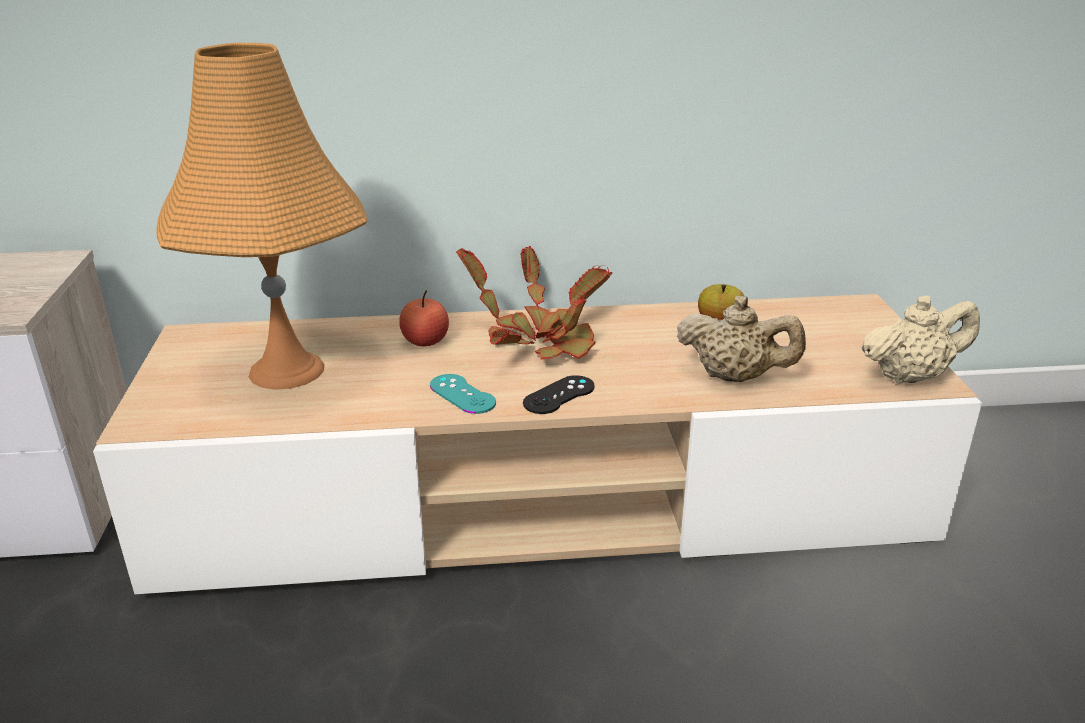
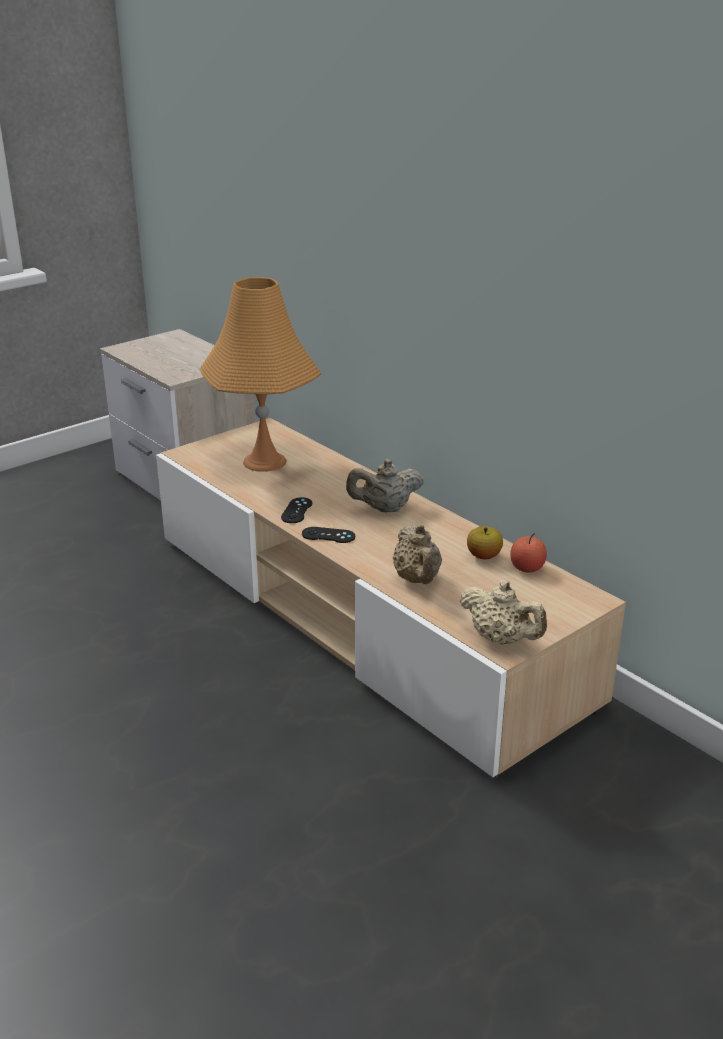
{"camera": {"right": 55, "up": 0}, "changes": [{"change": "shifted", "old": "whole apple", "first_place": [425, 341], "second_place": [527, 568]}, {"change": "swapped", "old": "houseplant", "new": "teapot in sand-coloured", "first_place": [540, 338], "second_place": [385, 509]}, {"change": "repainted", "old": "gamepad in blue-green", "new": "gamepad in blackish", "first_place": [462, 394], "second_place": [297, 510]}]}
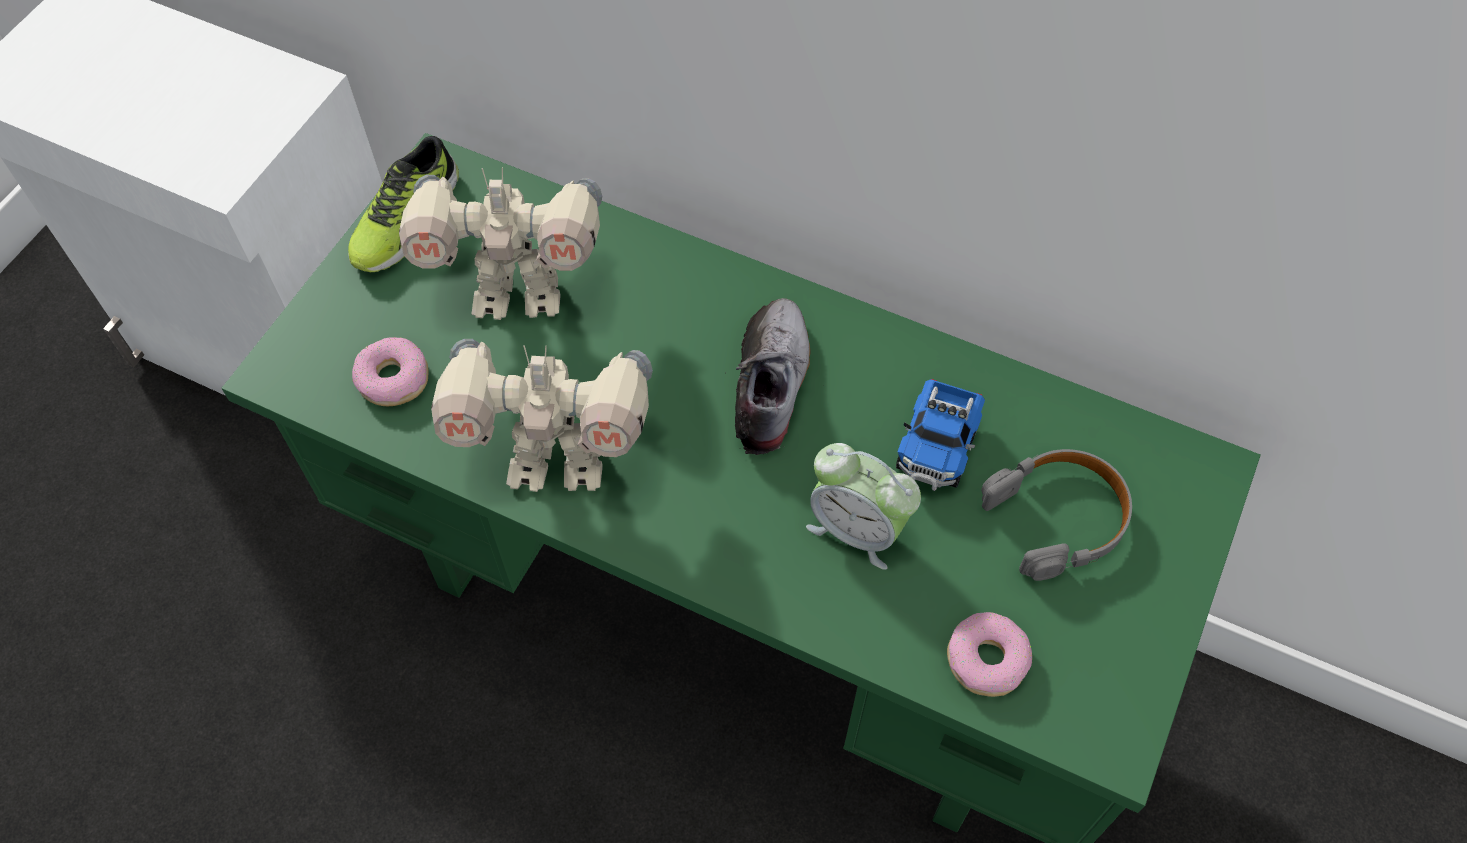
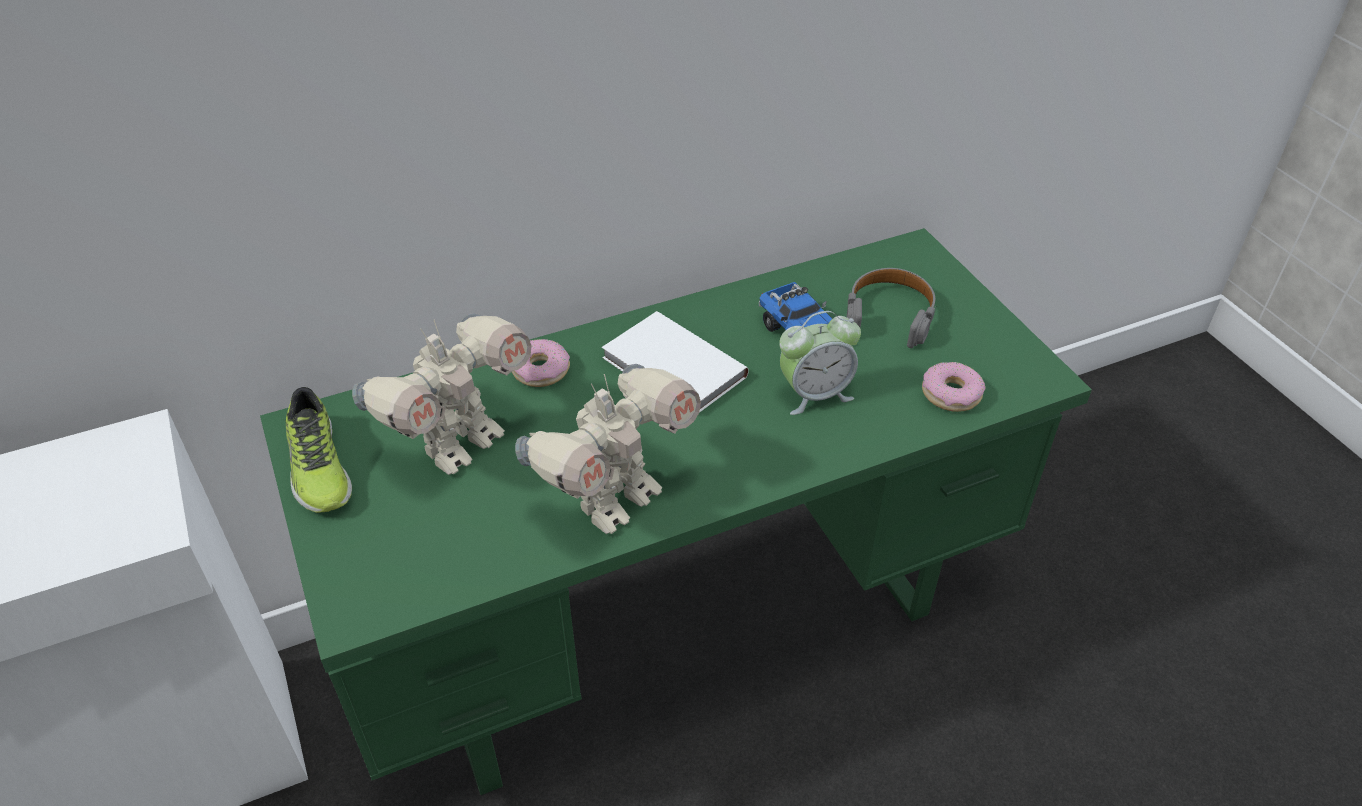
{"camera": {"right": -50, "up": -15}, "changes": [{"change": "shifted", "old": "donut", "first_place": [393, 379], "second_place": [541, 370]}, {"change": "swapped", "old": "low shoe", "new": "volume in whitish", "first_place": [771, 382], "second_place": [673, 369]}]}
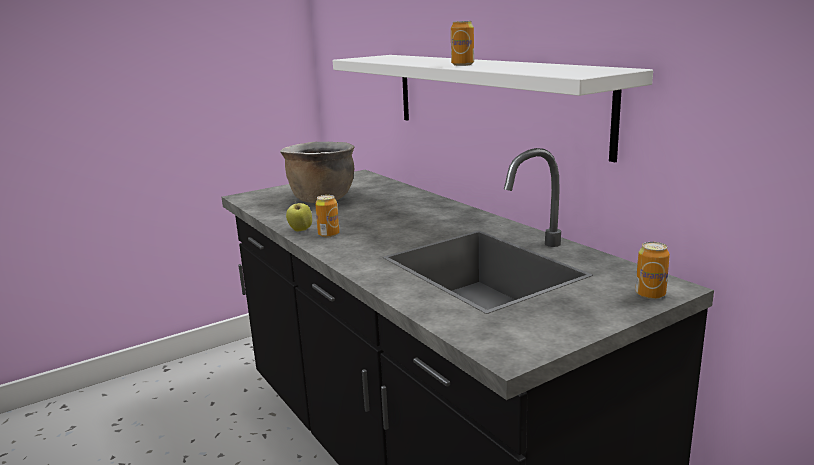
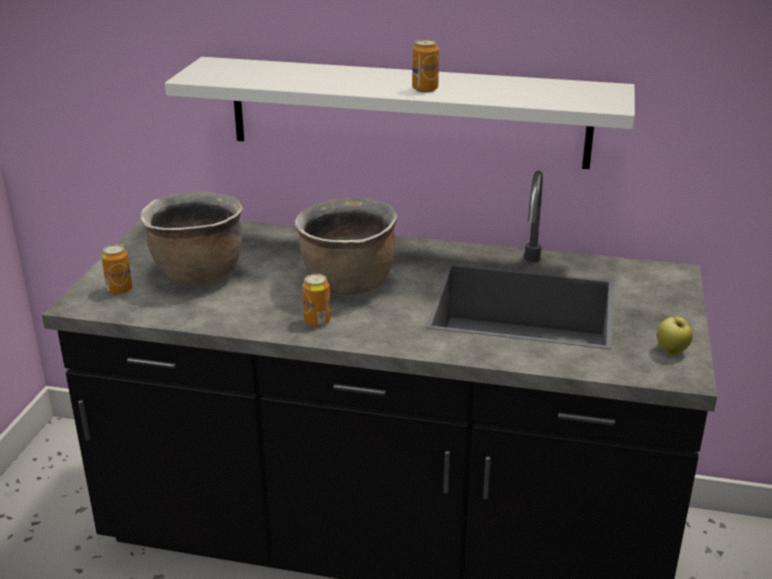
{"camera": {"right": -45, "up": 10}, "changes": [{"change": "new", "new": "cooking pot in brown-coloured", "second_place": [348, 284]}, {"change": "shifted", "old": "whole apple", "first_place": [300, 230], "second_place": [671, 351]}, {"change": "shifted", "old": "can", "first_place": [650, 294], "second_place": [119, 290]}]}
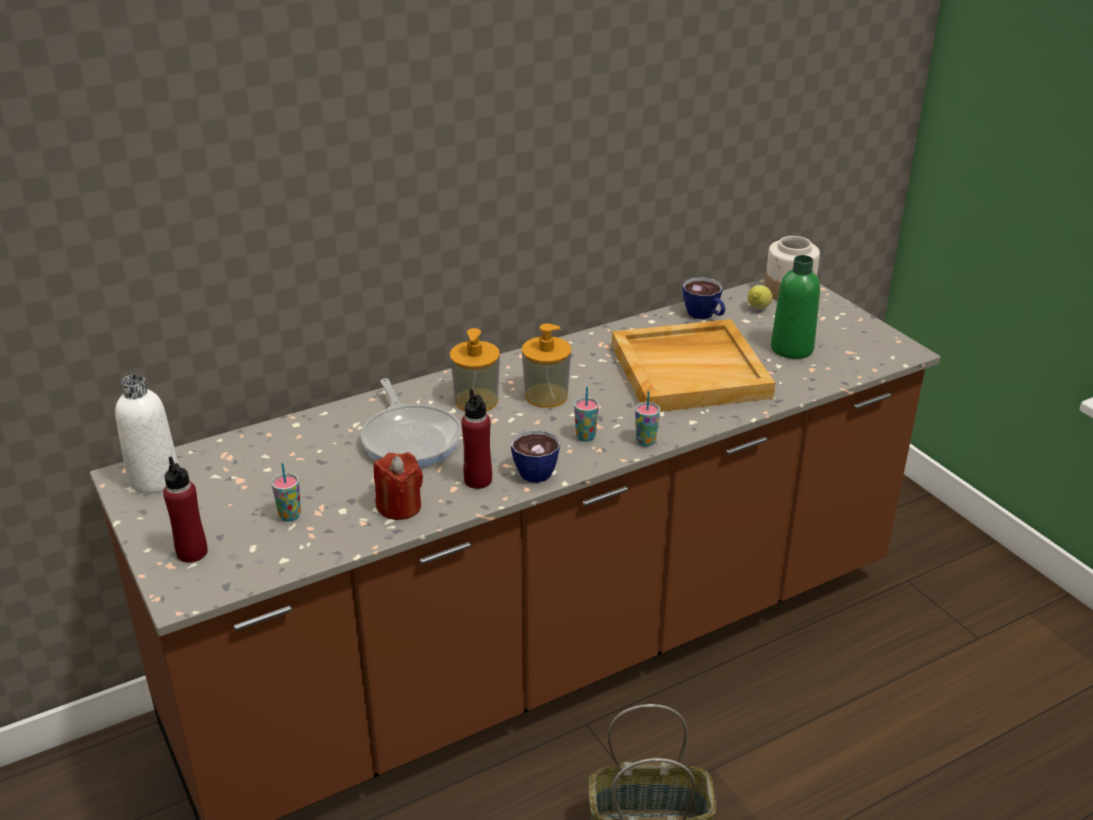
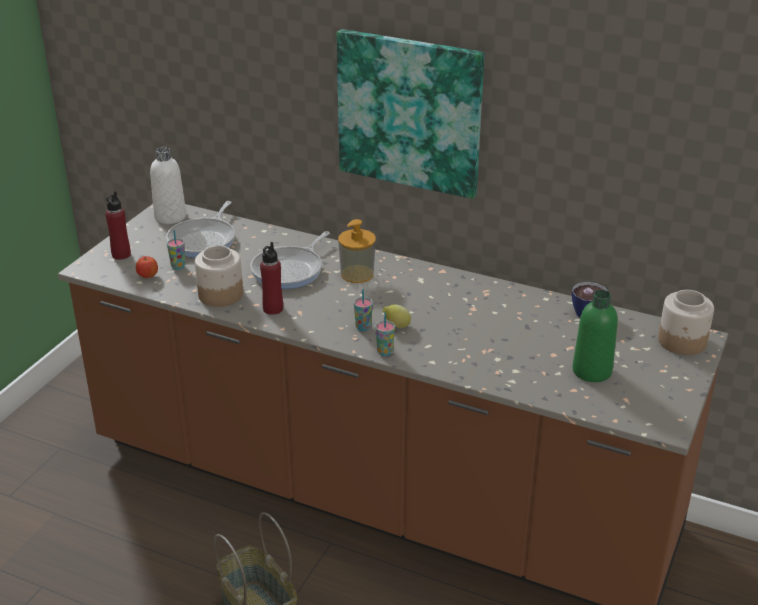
{"camera": {"right": 55, "up": 0}, "changes": [{"change": "gone", "old": "small cup", "first_place": [536, 469]}, {"change": "gone", "old": "liquid soap bottle", "first_place": [546, 395]}, {"change": "gone", "old": "serving tray in sand-coloured", "first_place": [690, 371]}, {"change": "new", "new": "whole apple", "second_place": [148, 276]}, {"change": "new", "new": "skillet", "second_place": [204, 240]}, {"change": "new", "new": "wall picture", "second_place": [410, 112]}, {"change": "shifted", "old": "whole lemon", "first_place": [758, 309], "second_place": [396, 326]}, {"change": "swapped", "old": "wax candle in red-coloured", "new": "jar", "first_place": [399, 507], "second_place": [220, 295]}]}
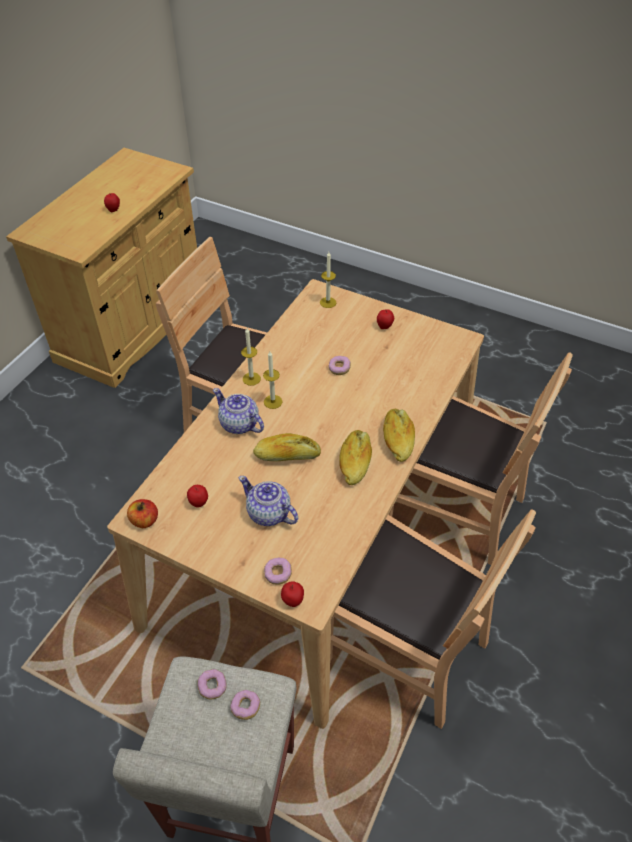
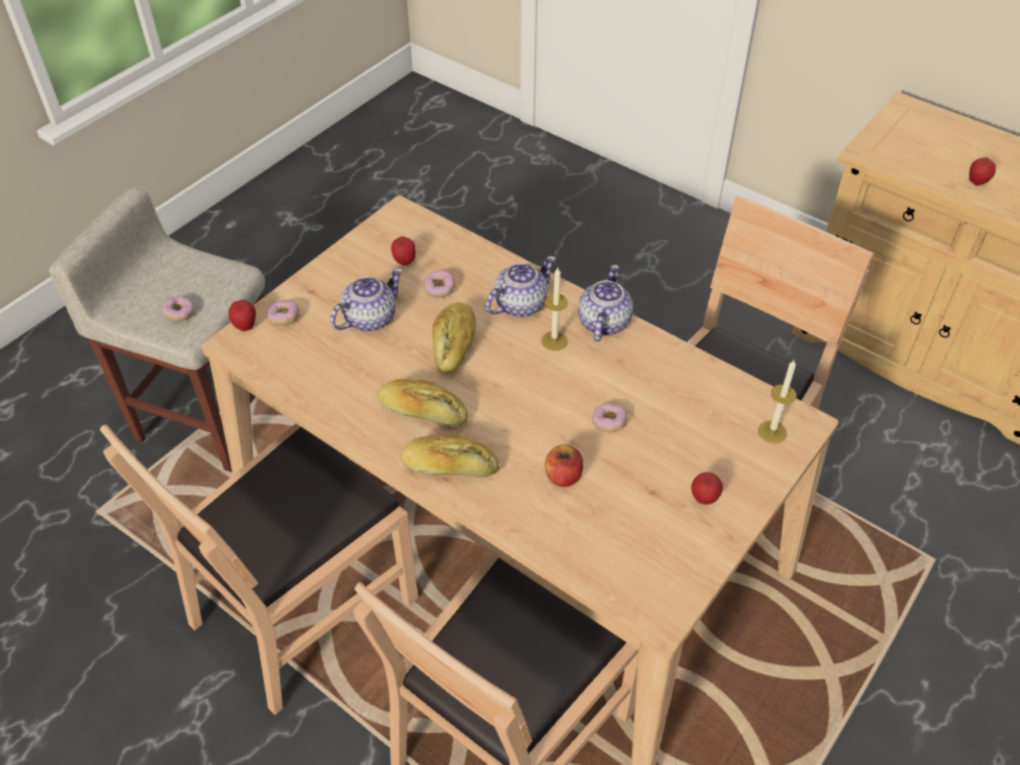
{"camera": {"right": 100, "up": 0}, "changes": [{"change": "shifted", "old": "whole apple", "first_place": [144, 521], "second_place": [563, 476]}, {"change": "shifted", "old": "donut", "first_place": [212, 687], "second_place": [439, 289]}, {"change": "swapped", "old": "wax candle", "new": "teapot", "first_place": [251, 379], "second_place": [603, 323]}]}
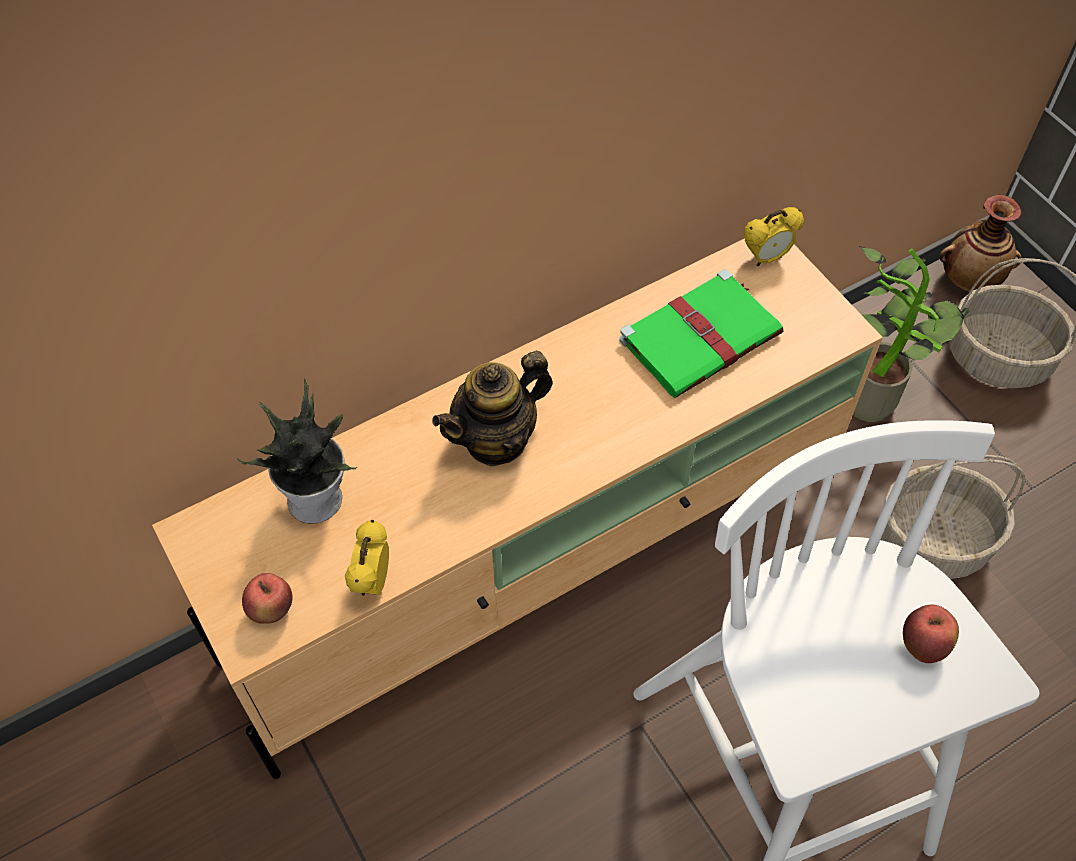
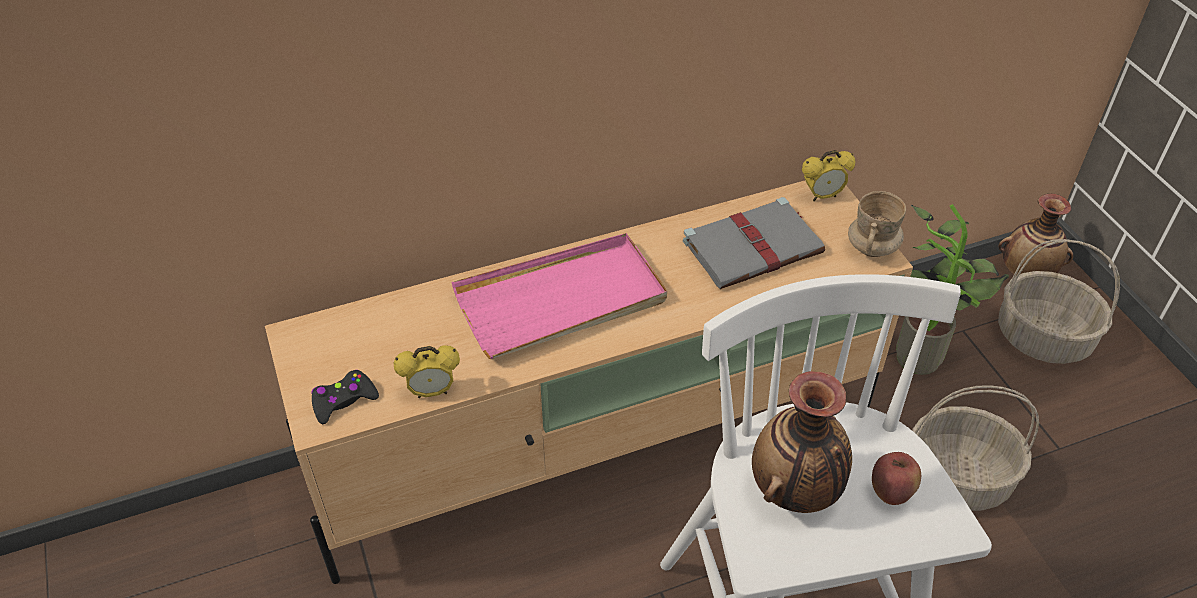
{"camera": {"right": 10, "up": -10}, "changes": [{"change": "gone", "old": "houseplant", "first_place": [317, 499]}, {"change": "new", "new": "vase", "second_place": [796, 490]}, {"change": "new", "new": "mug in sand-coloured", "second_place": [872, 248]}, {"change": "swapped", "old": "whole apple", "new": "gamepad in blackish", "first_place": [271, 610], "second_place": [343, 401]}, {"change": "swapped", "old": "teapot", "new": "serving tray in pinkish", "first_place": [496, 439], "second_place": [561, 301]}, {"change": "repainted", "old": "volume in green", "new": "volume in grey", "first_place": [702, 336], "second_place": [754, 246]}, {"change": "rotated", "old": "alarm clock", "first_place": [372, 581], "second_place": [432, 391], "degrees": -120}]}
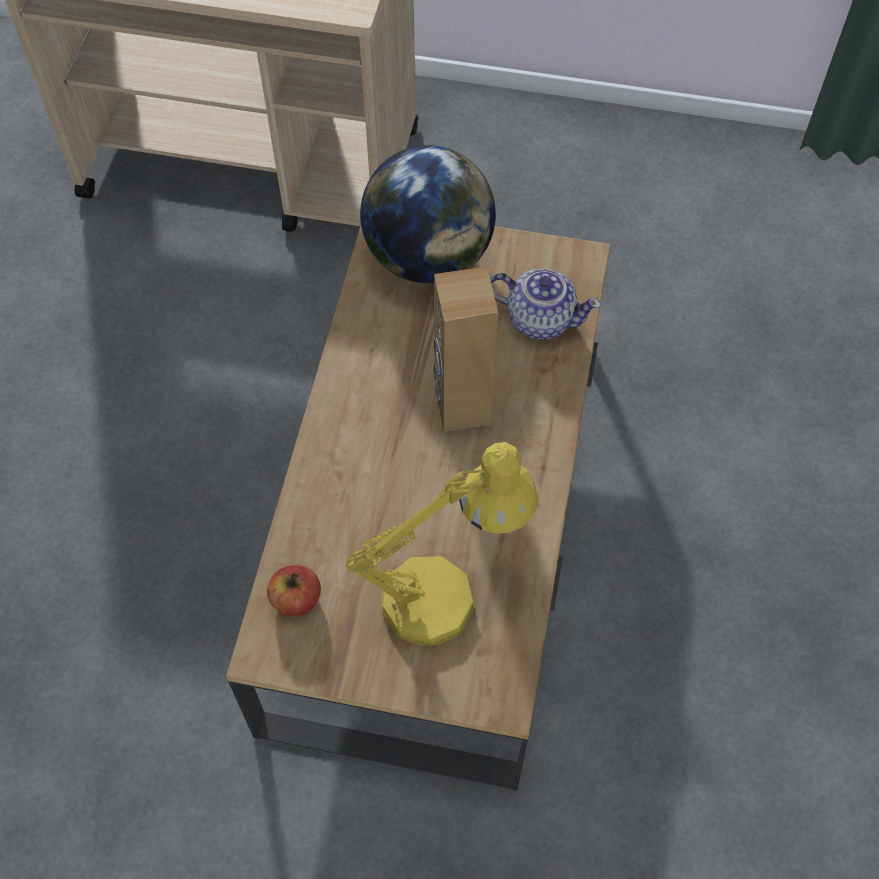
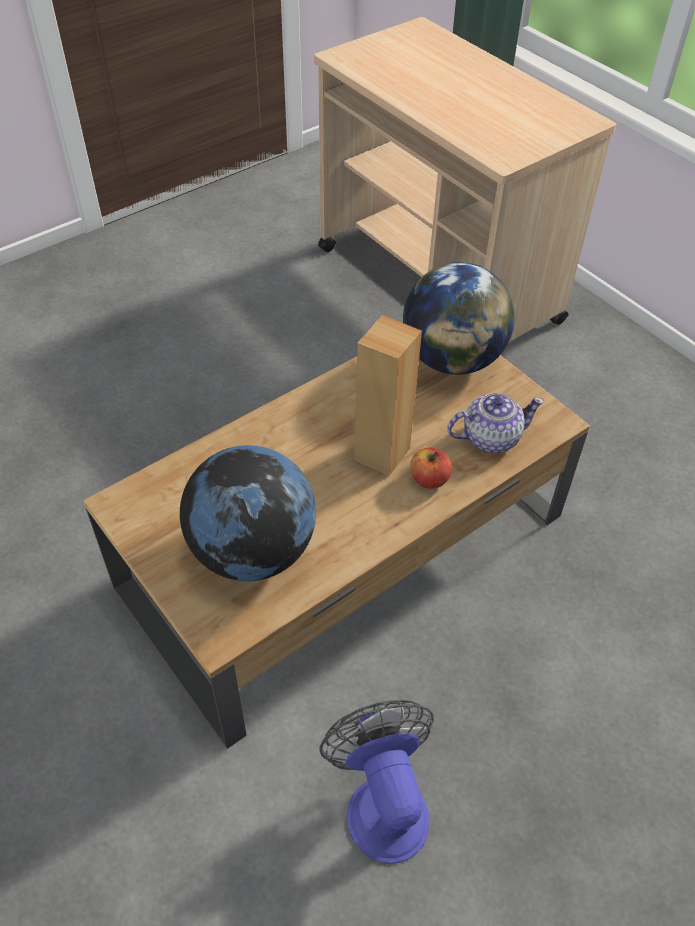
{"camera": {"right": 40, "up": -10}, "changes": [{"change": "new", "new": "fan", "second_place": [382, 802]}, {"change": "shifted", "old": "whole apple", "first_place": [296, 599], "second_place": [429, 479]}, {"change": "swapped", "old": "tabletop lamp in yellowish", "new": "world globe", "first_place": [447, 594], "second_place": [253, 551]}, {"change": "rotated", "old": "teapot", "first_place": [540, 318], "second_place": [490, 437], "degrees": -75}]}
